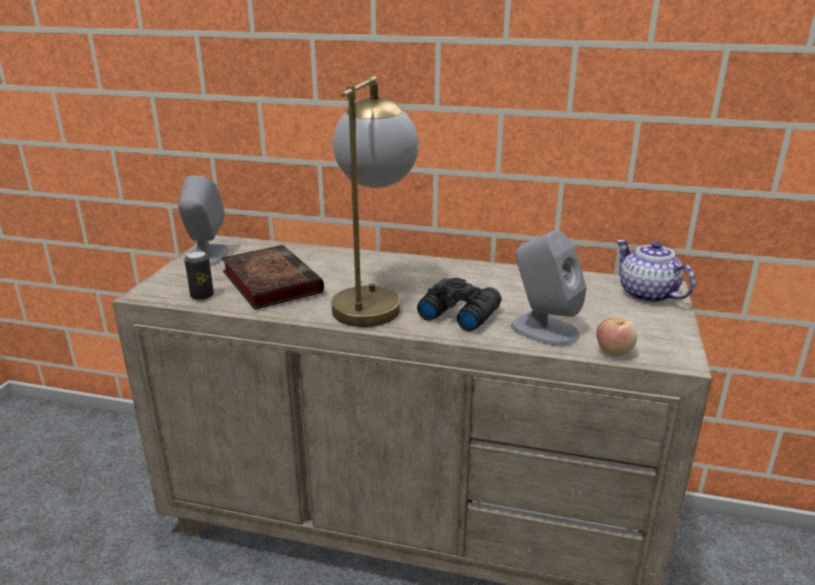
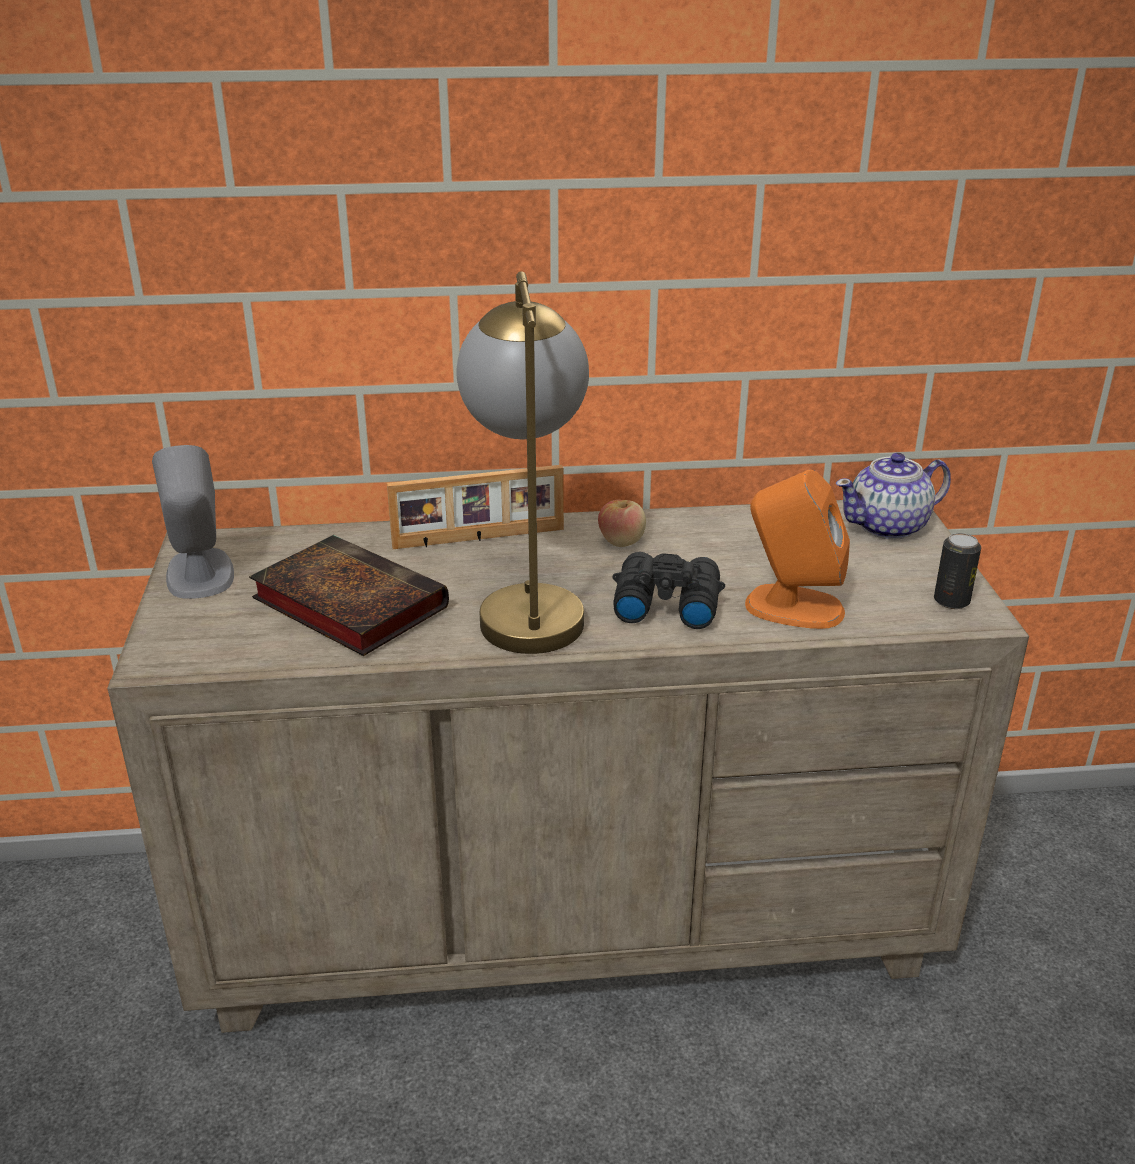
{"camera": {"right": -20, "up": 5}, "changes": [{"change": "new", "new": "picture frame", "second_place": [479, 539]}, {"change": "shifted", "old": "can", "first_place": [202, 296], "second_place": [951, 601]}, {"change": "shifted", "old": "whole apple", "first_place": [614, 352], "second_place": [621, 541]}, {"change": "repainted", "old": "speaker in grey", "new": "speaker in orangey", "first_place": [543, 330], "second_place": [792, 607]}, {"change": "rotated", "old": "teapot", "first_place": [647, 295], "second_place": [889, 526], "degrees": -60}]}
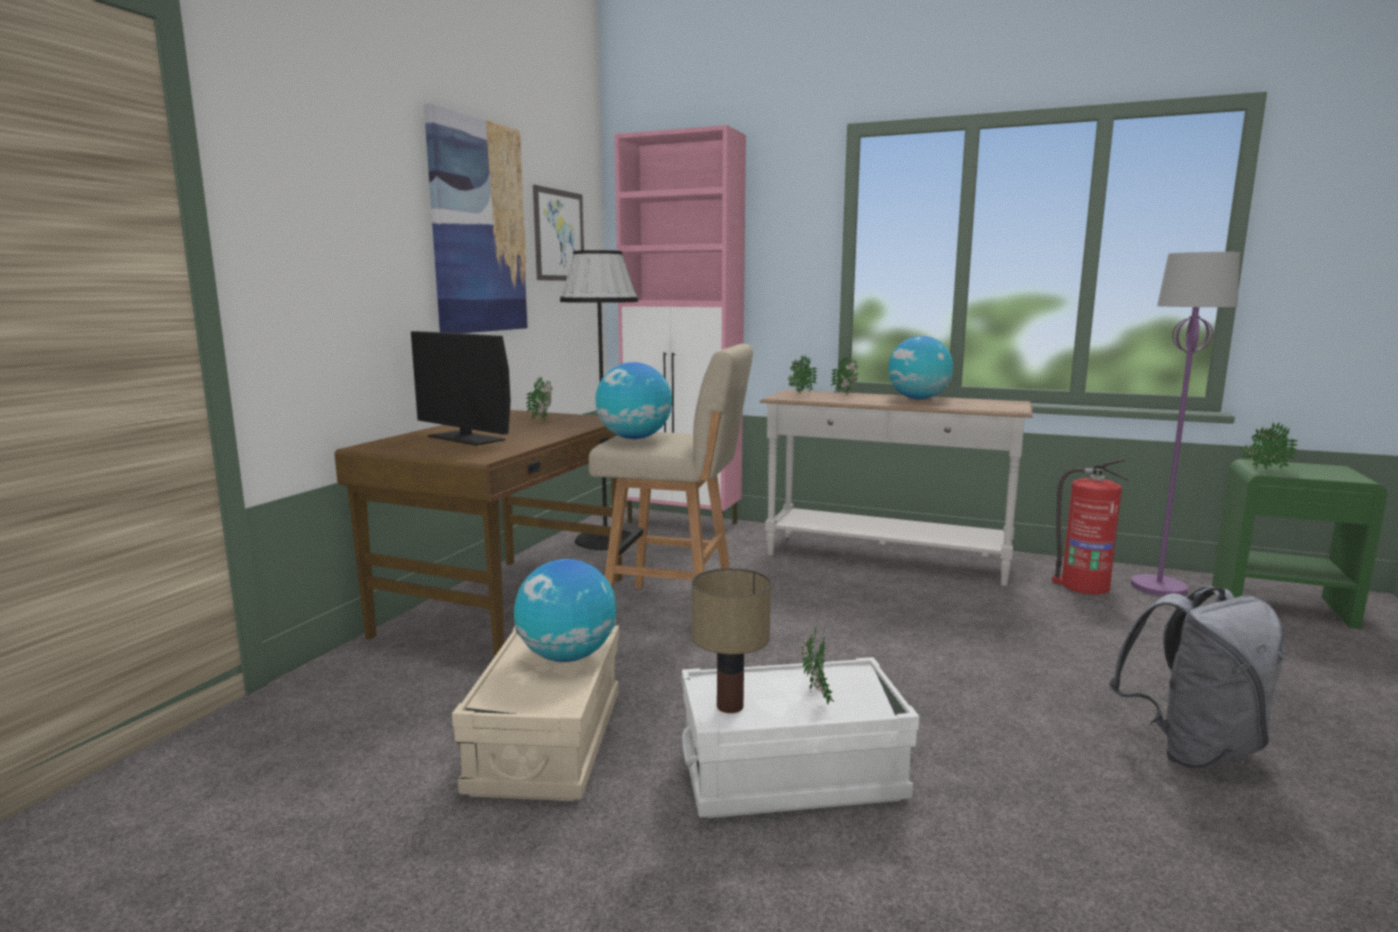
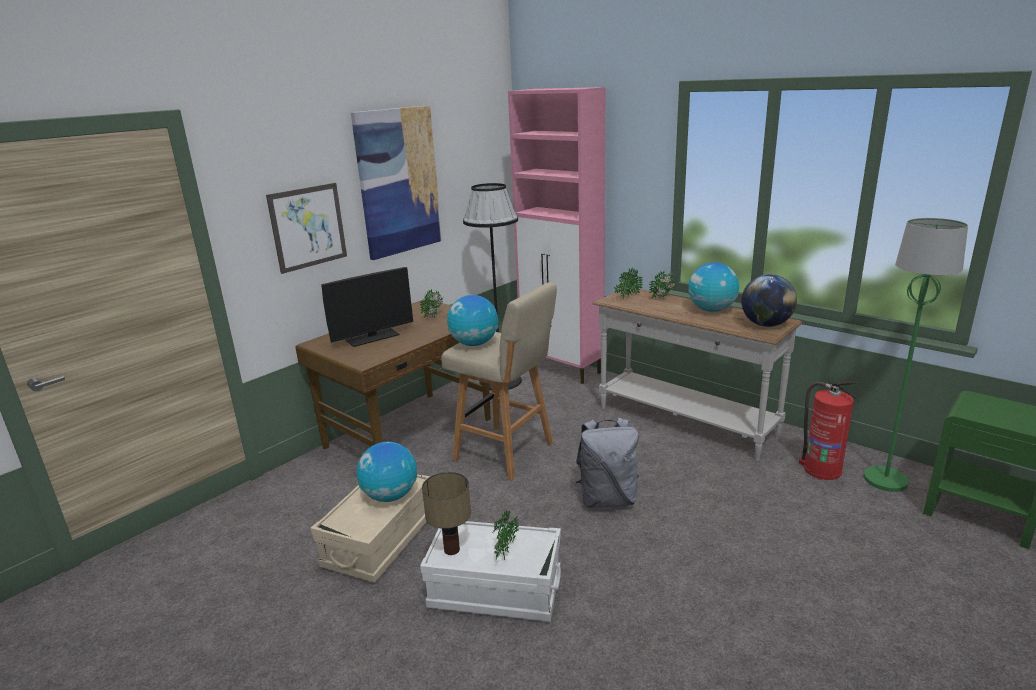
{"camera": {"right": 20, "up": 10}, "changes": [{"change": "gone", "old": "houseplant", "first_place": [1262, 470]}, {"change": "new", "new": "world globe", "second_place": [766, 325]}, {"change": "shifted", "old": "wall picture", "first_place": [559, 235], "second_place": [308, 227]}, {"change": "shifted", "old": "rucksack in grey", "first_place": [1192, 749], "second_place": [607, 499]}, {"change": "repainted", "old": "floor lamp in purple-coloured", "new": "floor lamp in green", "first_place": [1159, 587], "second_place": [886, 480]}, {"change": "rotated", "old": "computer screen", "first_place": [466, 438], "second_place": [372, 337], "degrees": -90}]}
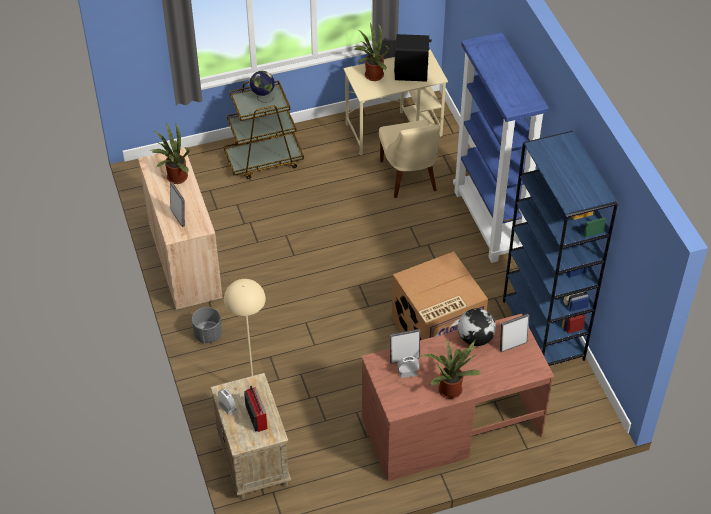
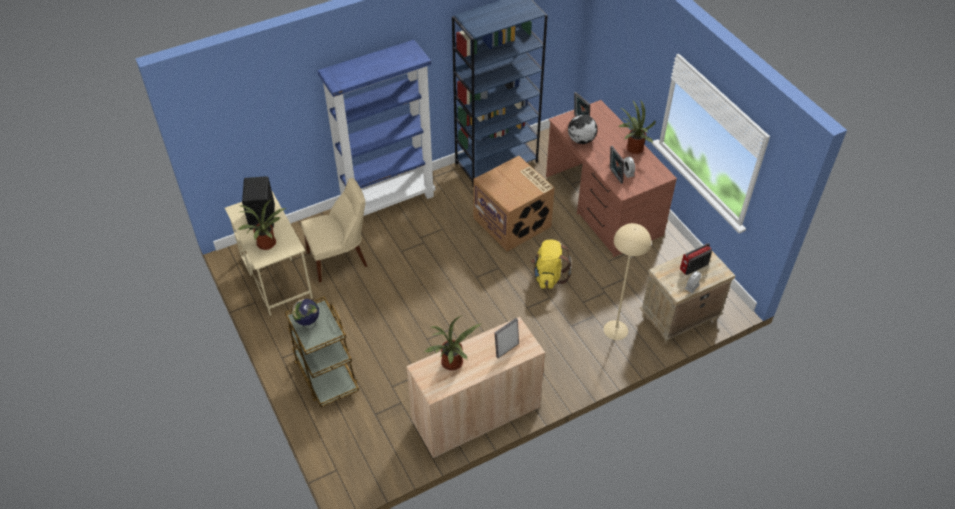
{"camera": {"right": -100, "up": 0}, "changes": [{"change": "gone", "old": "planter in grey", "first_place": [208, 334]}, {"change": "new", "new": "rucksack in yellowish", "second_place": [548, 276]}]}
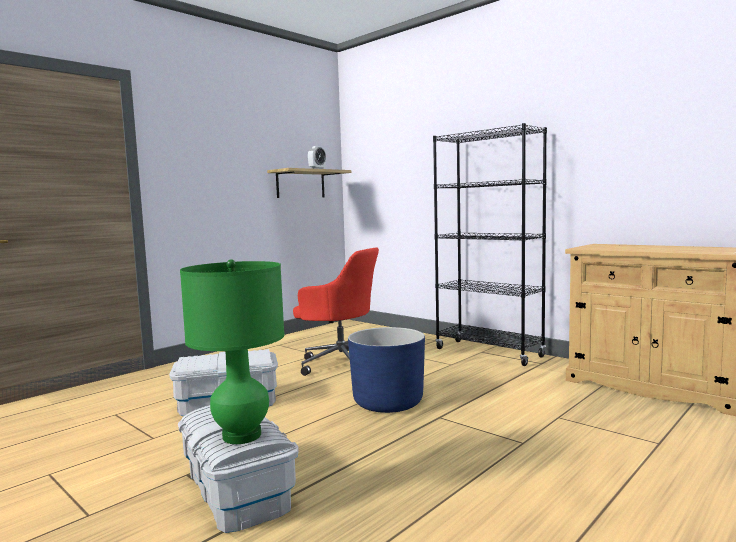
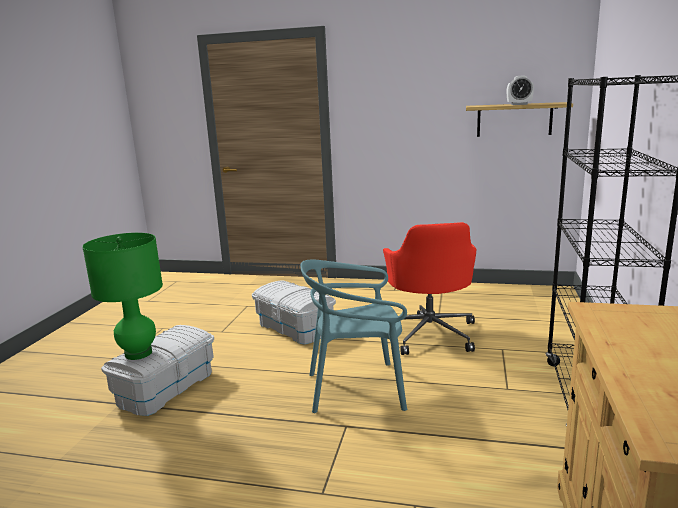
{"camera": {"right": 60, "up": 10}, "changes": [{"change": "swapped", "old": "planter in bluish", "new": "plain chair in blue-green", "first_place": [388, 402], "second_place": [356, 389]}]}
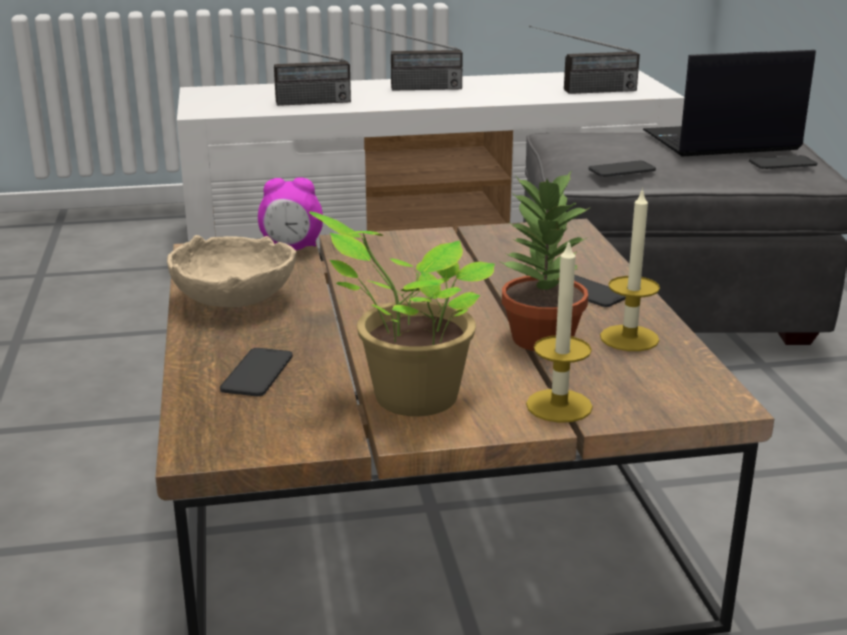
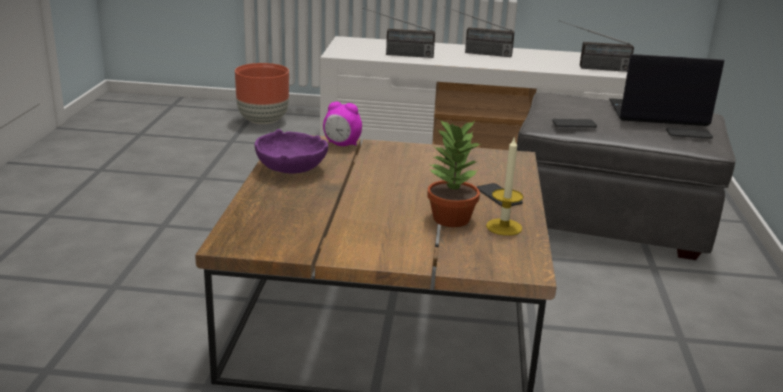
{"camera": {"right": 15, "up": 0}, "changes": [{"change": "gone", "old": "phone", "first_place": [257, 373]}, {"change": "gone", "old": "houseplant", "first_place": [409, 398]}, {"change": "gone", "old": "wax candle", "first_place": [559, 406]}, {"change": "new", "new": "planter in brown-coloured", "second_place": [263, 121]}, {"change": "repainted", "old": "deep dish in sand-coloured", "new": "deep dish in purple-coloured", "first_place": [233, 298], "second_place": [291, 168]}]}
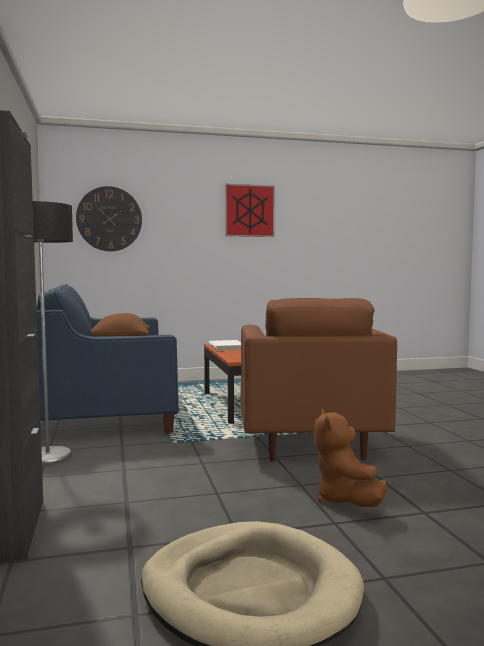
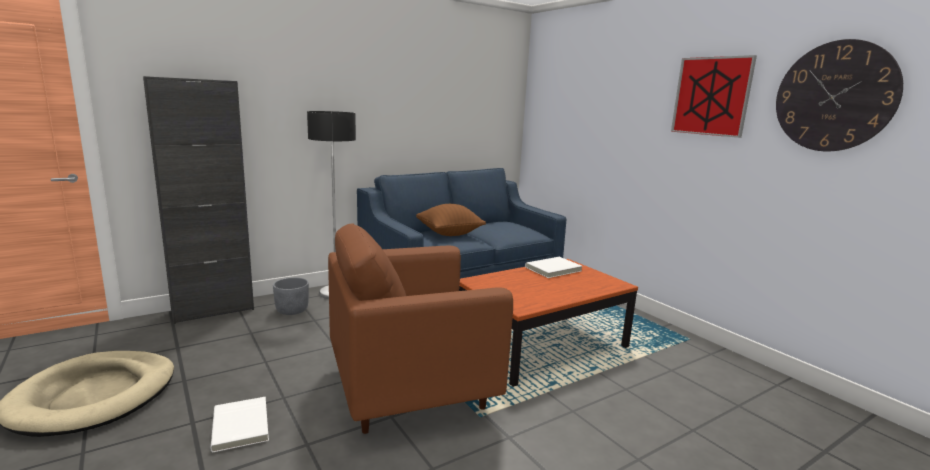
{"camera": {"right": 70, "up": 10}, "changes": [{"change": "new", "new": "planter in grey", "second_place": [292, 310]}, {"change": "shifted", "old": "hanging clock", "first_place": [109, 219], "second_place": [834, 96]}, {"change": "swapped", "old": "cuddly toy in brown-coloured", "new": "volume in whitish", "first_place": [345, 500], "second_place": [242, 425]}]}
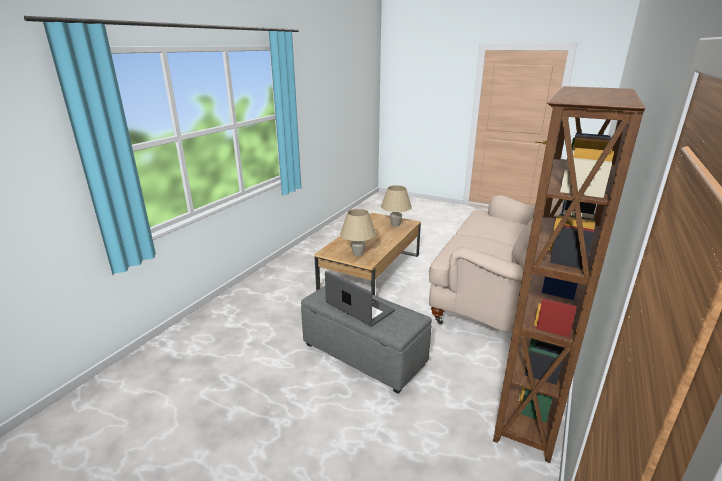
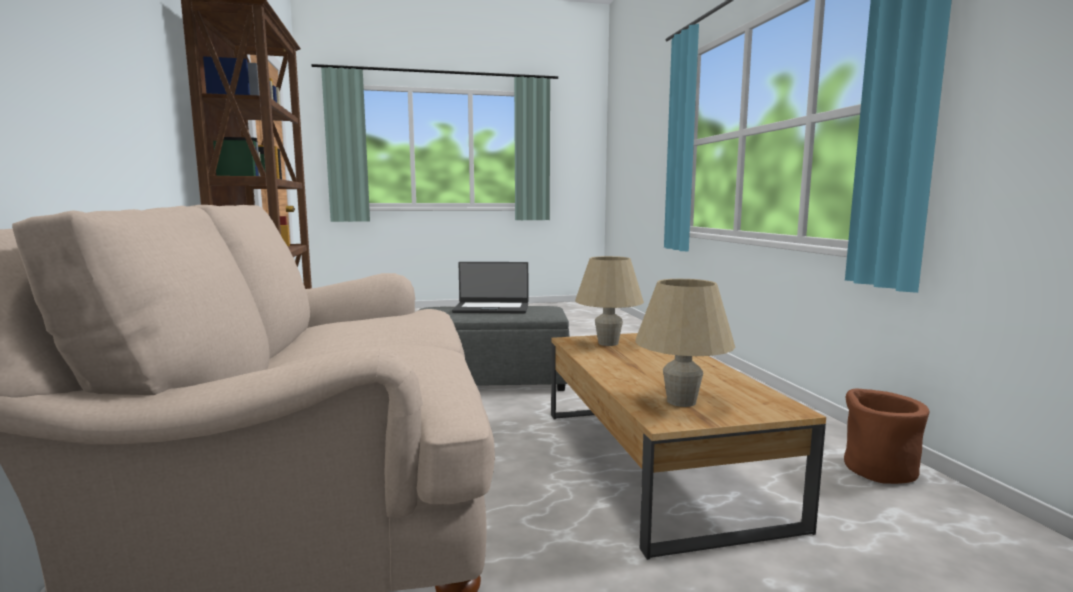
{"camera": {"right": 140, "up": -15}, "changes": [{"change": "new", "new": "planter in brown-coloured", "second_place": [877, 470]}]}
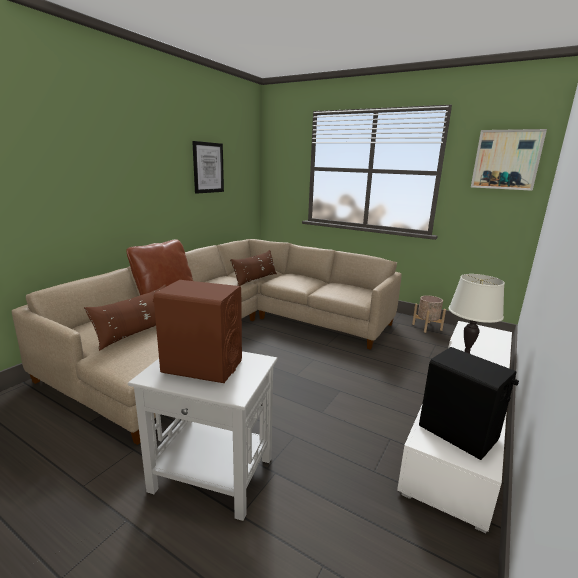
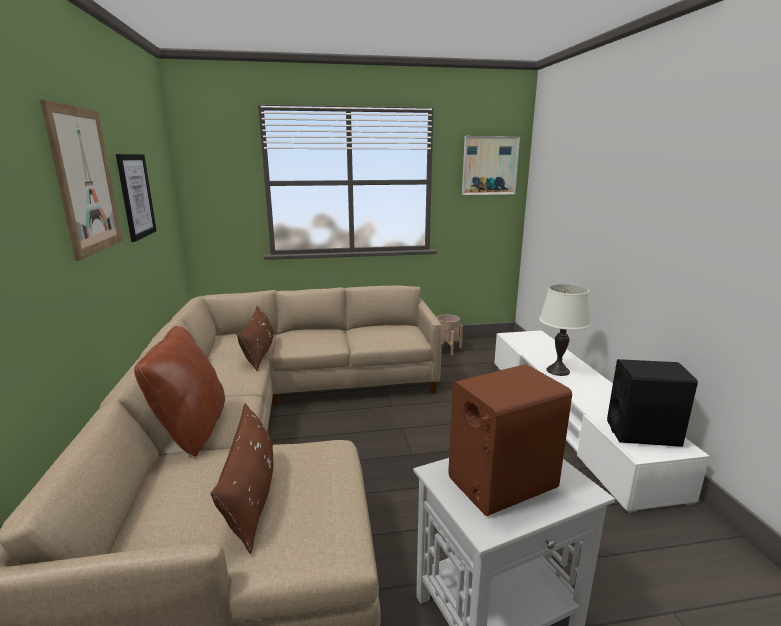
{"camera": {"right": -40, "up": 0}, "changes": [{"change": "new", "new": "wall picture", "second_place": [85, 181]}]}
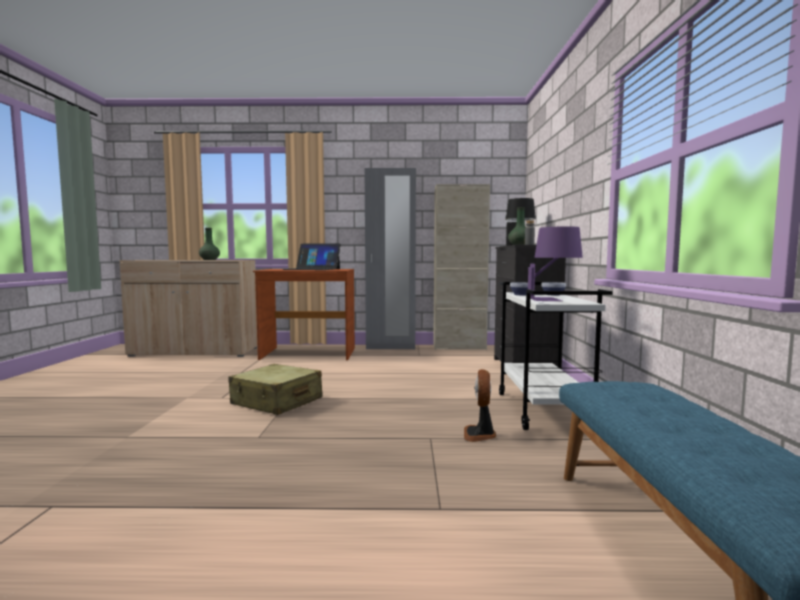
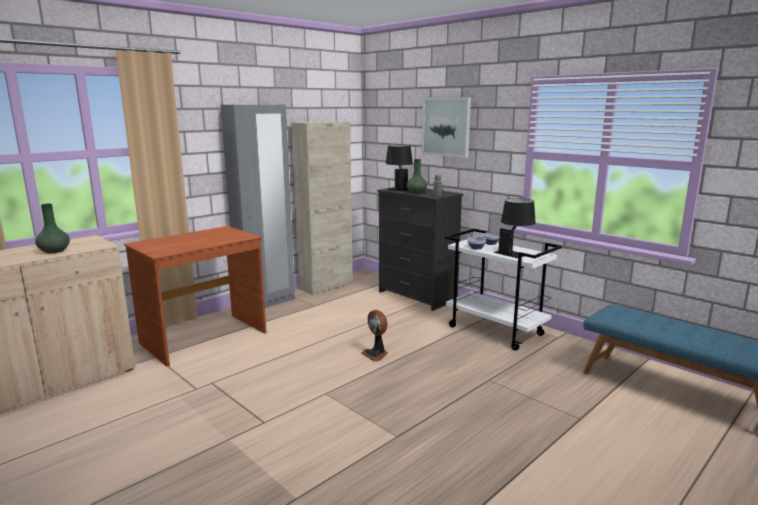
{"camera": {"right": -45, "up": 10}, "changes": [{"change": "gone", "old": "suitcase in sand-coloured", "first_place": [276, 402]}, {"change": "gone", "old": "portable computer", "first_place": [312, 269]}, {"change": "new", "new": "wall picture", "second_place": [446, 127]}, {"change": "shifted", "old": "fan", "first_place": [480, 435], "second_place": [376, 354]}, {"change": "repainted", "old": "tabletop lamp in purple-coloured", "new": "tabletop lamp in blackish", "first_place": [553, 299], "second_place": [514, 252]}]}
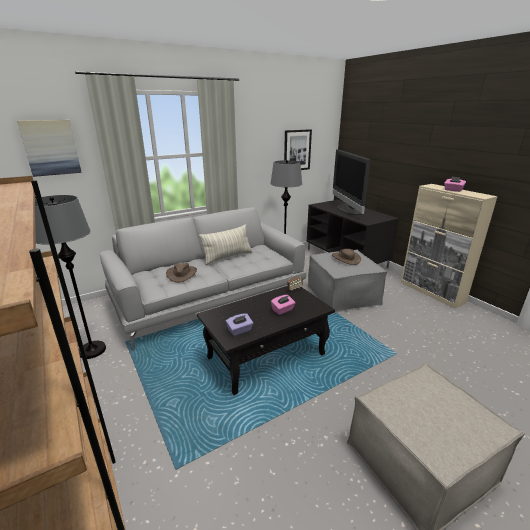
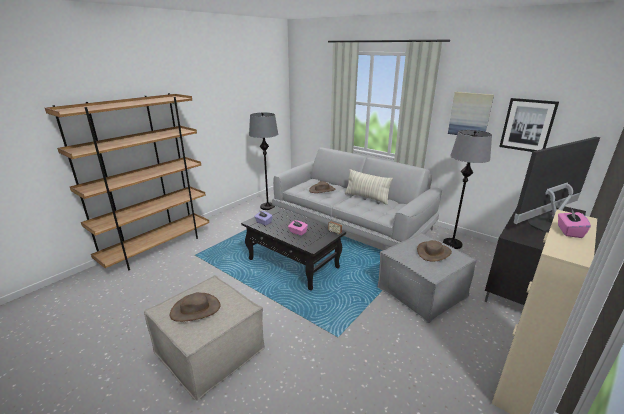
{"camera": {"right": 70, "up": 0}, "changes": [{"change": "new", "new": "clothing hat in brown-coloured", "second_place": [195, 309]}, {"change": "shifted", "old": "wall picture", "first_place": [51, 147], "second_place": [470, 114]}]}
